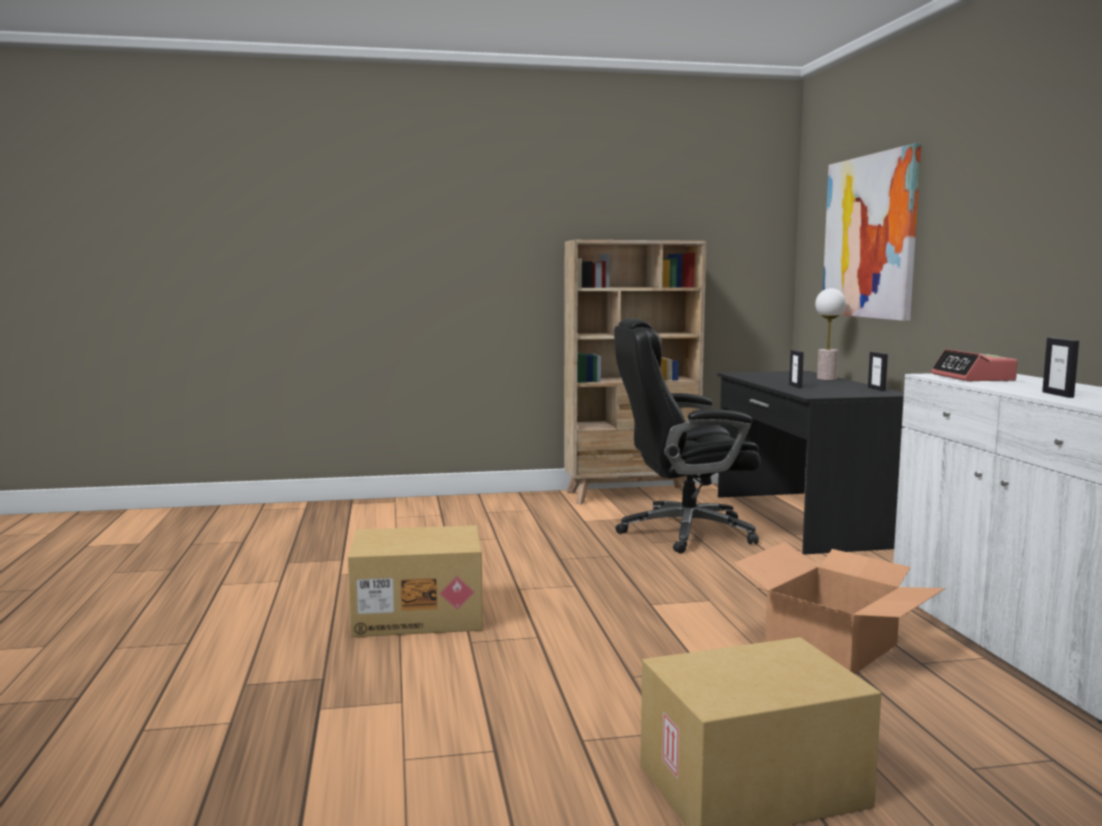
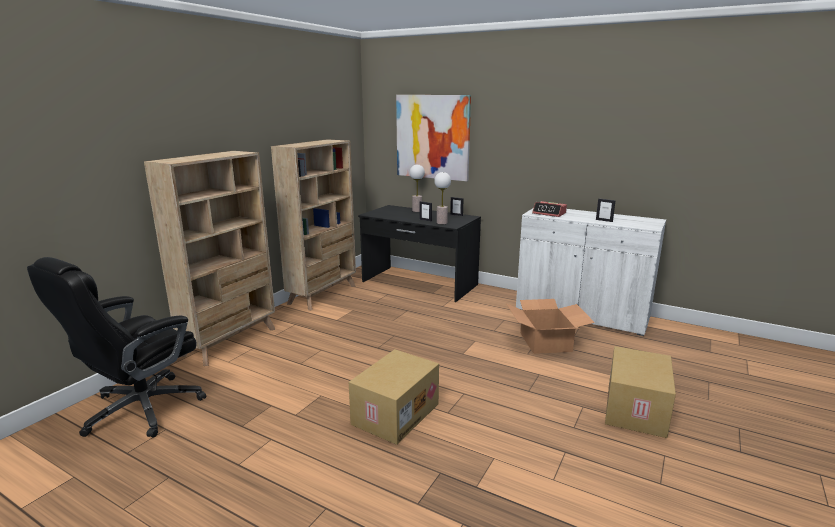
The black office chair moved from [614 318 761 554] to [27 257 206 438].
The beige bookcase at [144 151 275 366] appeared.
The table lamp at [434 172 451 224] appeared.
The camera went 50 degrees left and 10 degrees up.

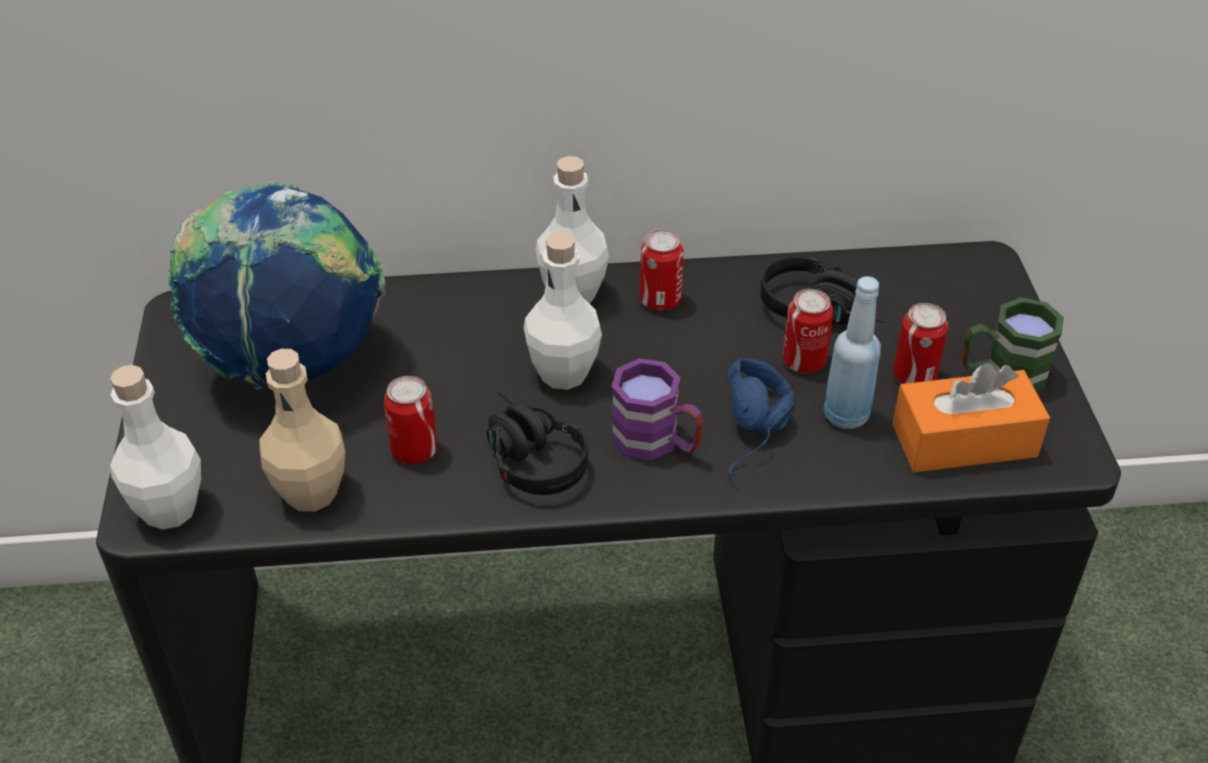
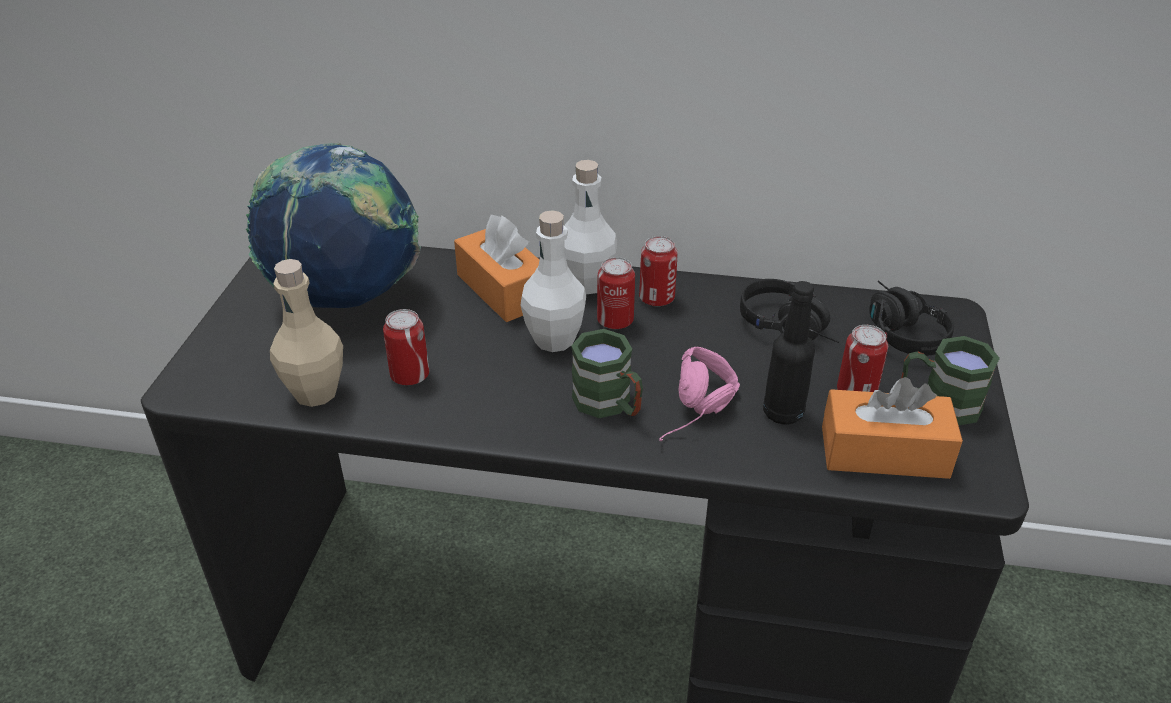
The white bottle at [110 365 201 530] disappeared.
The black headphones moved from [487 391 588 495] to [869 280 954 356].
The purple mug at [611 358 704 461] became the green mug at [571 329 643 418].
The blue headphones at [728 358 794 476] became the pink headphones at [659 347 740 441].
The can moved from [783 289 833 373] to [597 257 635 329].
The blue bottle at [824 276 881 429] became the black bottle at [763 281 815 425].
The orange tissue box at [454 215 539 322] appeared.
The camera went 15 degrees right and 5 degrees down.

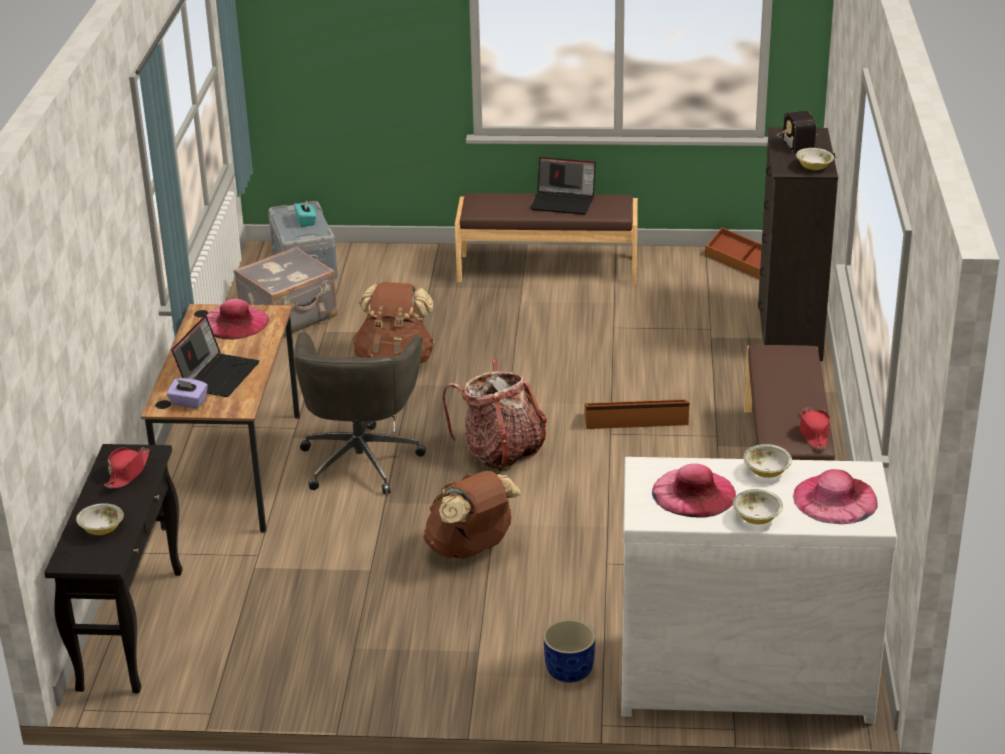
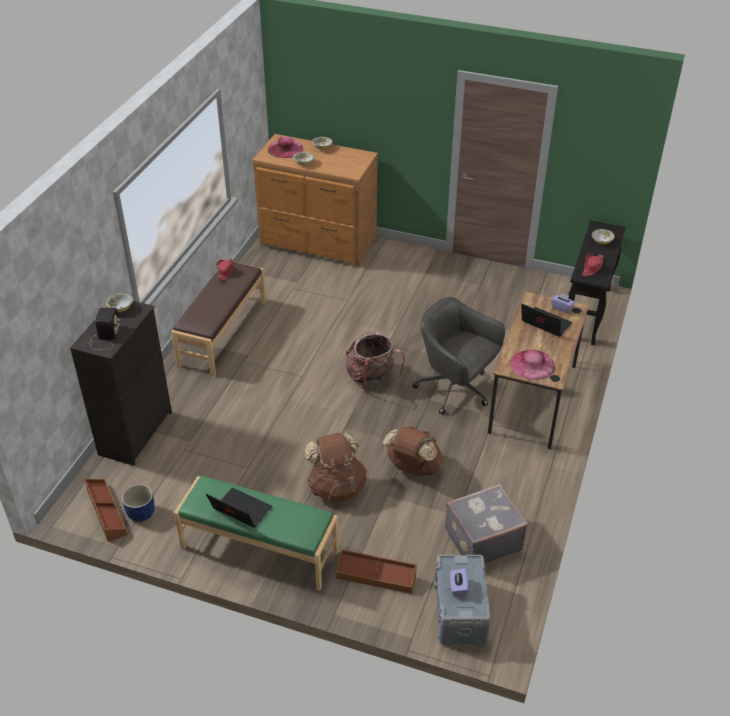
The laptop at [171 315 259 397] turned 90 degrees clockwise.
The grey office chair at [293 332 426 494] turned 75 degrees counterclockwise.
The turquoise tissue box at [294 200 316 227] became the purple tissue box at [450 568 468 596].
The brown backpack moved from [424 471 522 559] to [305 432 367 503].
The brown bench at [455 193 638 285] became the green bench at [174 476 339 591].
The blue planter moved from [543 620 595 683] to [122 484 155 522].
The brown storage box moved from [584 399 689 429] to [336 549 417 594].
The white dresser at [621 457 897 724] became the brown dresser at [253 134 378 267].
The pink hat at [652 463 736 518] disappeared.
The camera went 165 degrees left and 10 degrees up.

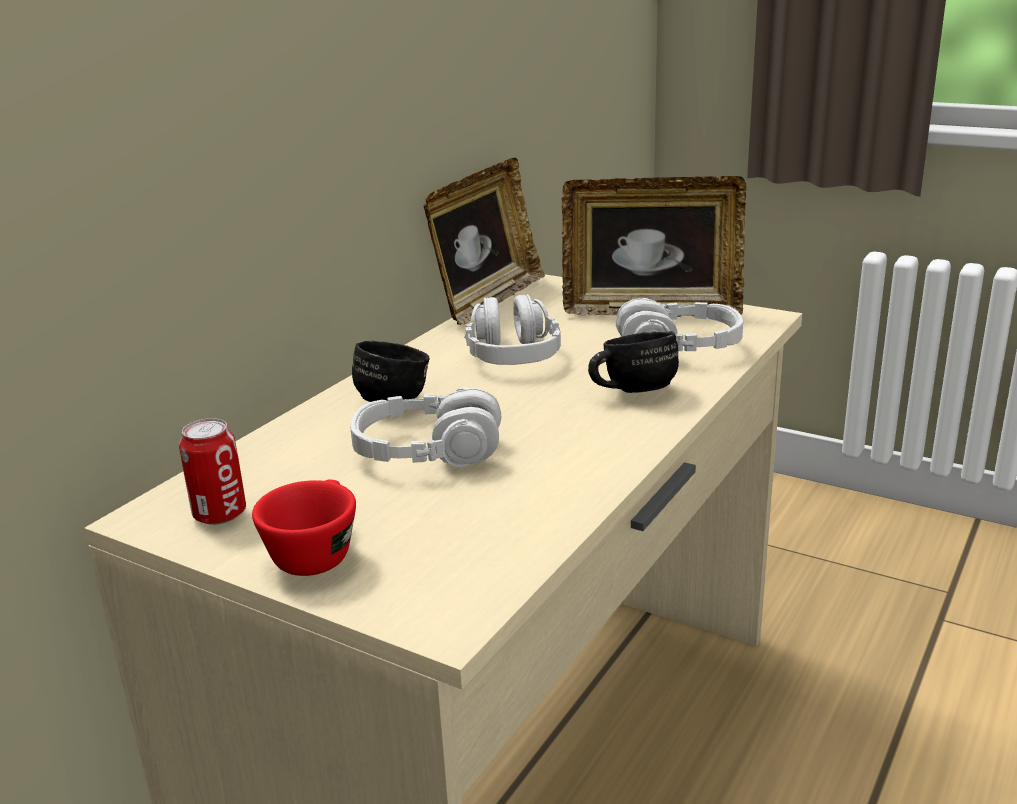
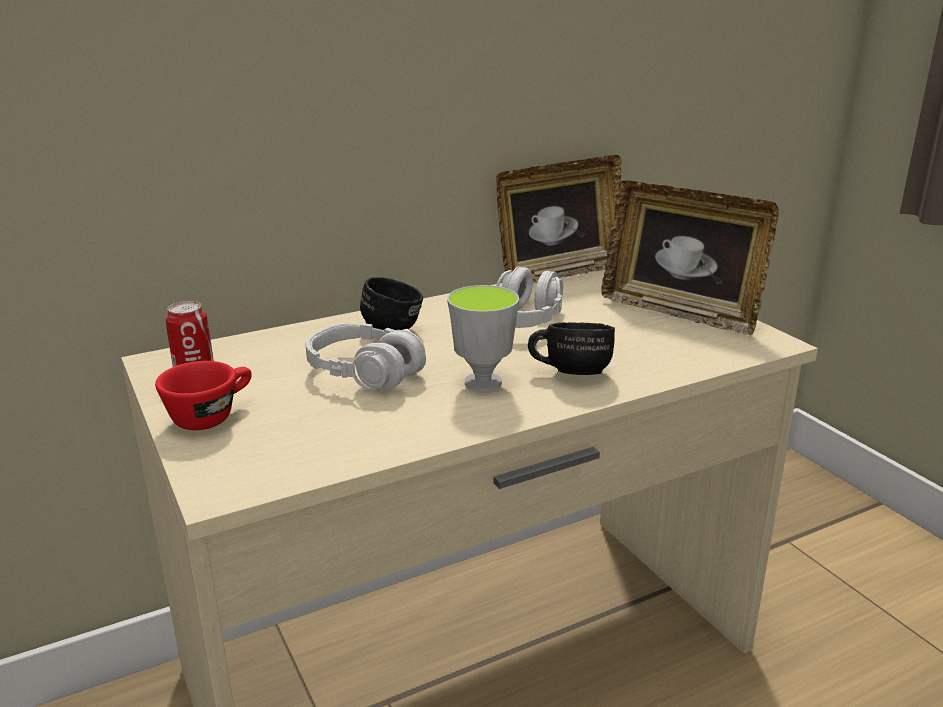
The grey headphones at [616 298 743 351] disappeared.
The cup at [447 285 519 392] appeared.
The camera went 30 degrees right and 0 degrees up.

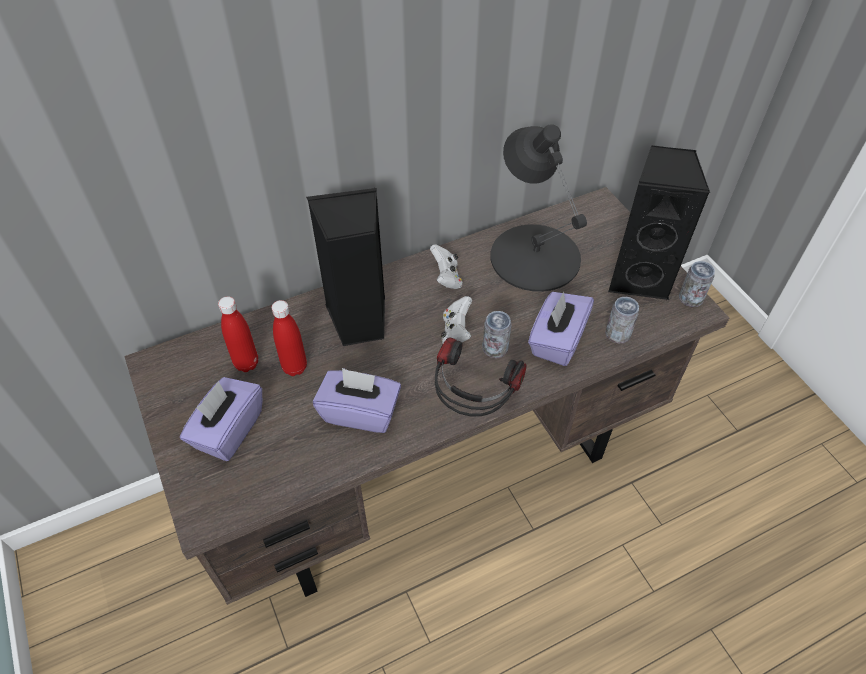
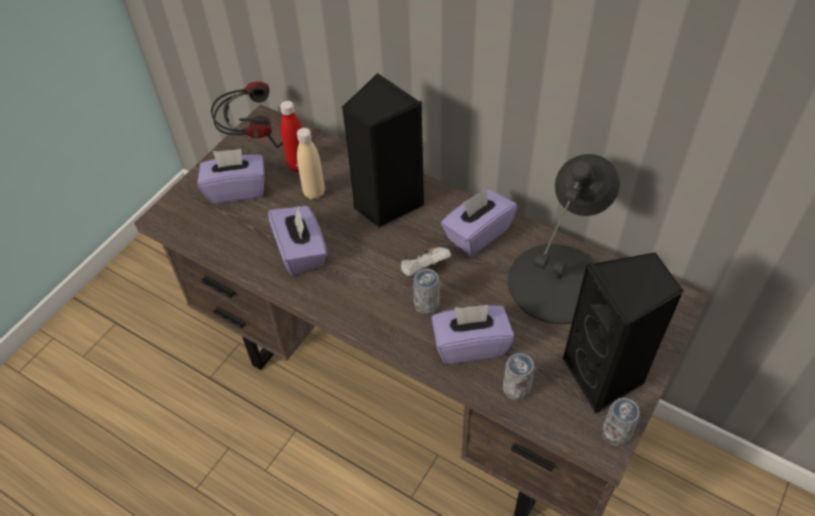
The red bottle at [271 300 307 376] became the beige bottle at [297 128 325 200].
The white game controller at [430 244 463 289] was replaced by the purple tissue box at [441 189 517 256].
The headphones moved from [435 337 526 416] to [211 82 283 148].
The camera went 60 degrees right and 0 degrees up.

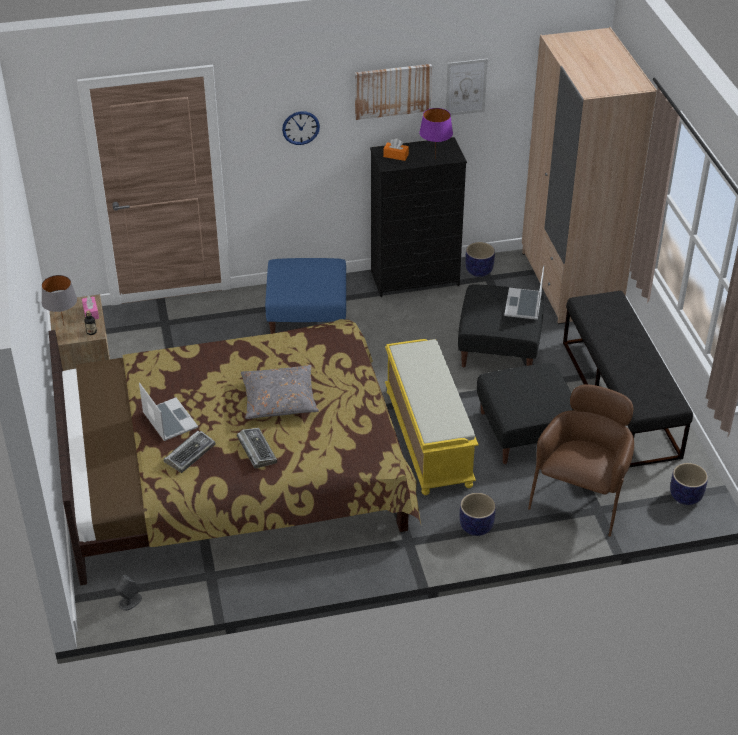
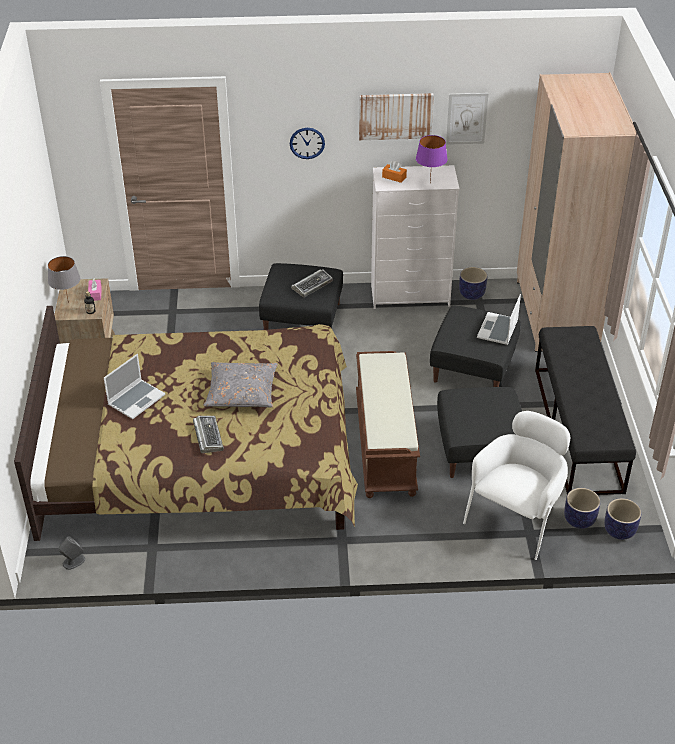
The laptop at [139 383 198 441] turned 60 degrees clockwise.
The keyboard moved from [164 431 215 473] to [291 269 333 297].
The blue ottoman at [265 258 346 334] became the black ottoman at [259 263 343 330].
The black dresser at [370 137 467 297] became the white dresser at [371 165 459 309].
The yellow bench at [385 339 479 495] became the brown bench at [356 351 420 498].
The planter moved from [460 493 496 536] to [564 488 600 529].
The brown armchair at [528 384 634 536] became the white armchair at [463 411 570 560].
The camera went 10 degrees right and 0 degrees up.

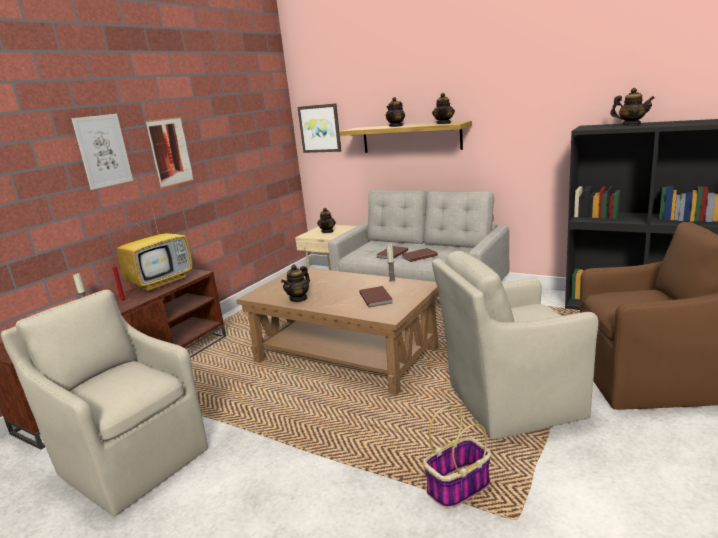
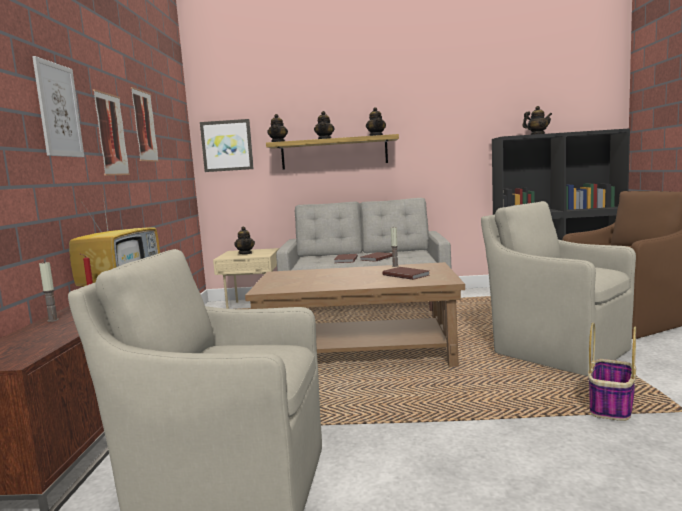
The teapot moved from [281 264 310 302] to [267 114 288 142].
The beige armchair at [432 251 599 439] turned 90 degrees clockwise.
The picture at [131 87 159 162] appeared.
The camera went 30 degrees left and 10 degrees down.

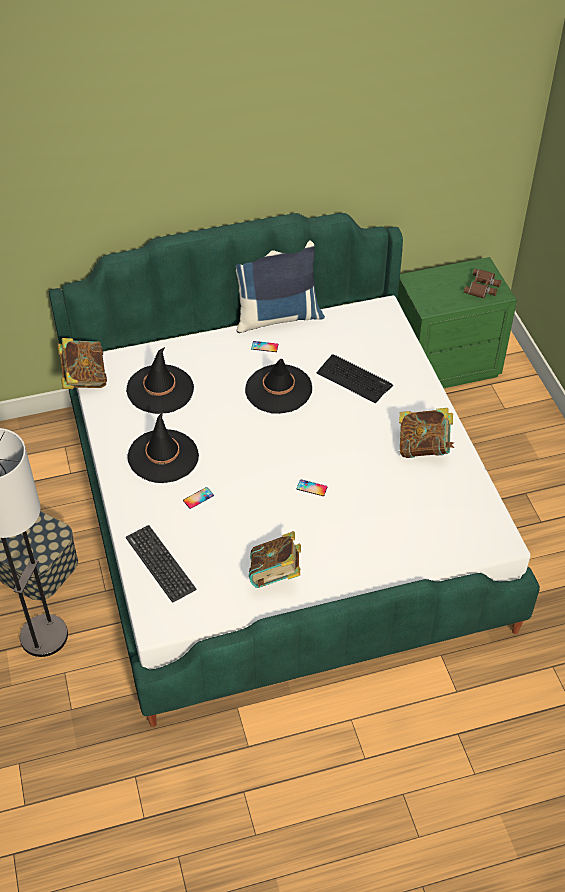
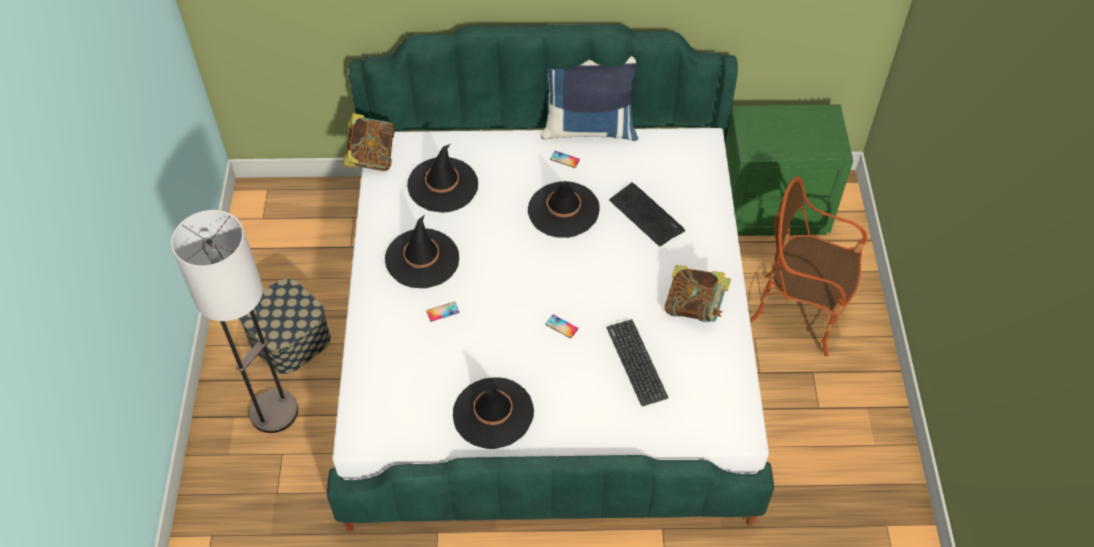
The keyboard moved from [126 525 196 603] to [606 319 668 406].
The book at [249 531 301 588] was replaced by the black hat at [453 377 534 449].
The brown binoculars at [464 269 501 299] disappeared.
The armchair at [750 176 867 357] appeared.
The camera went 15 degrees right and 5 degrees up.

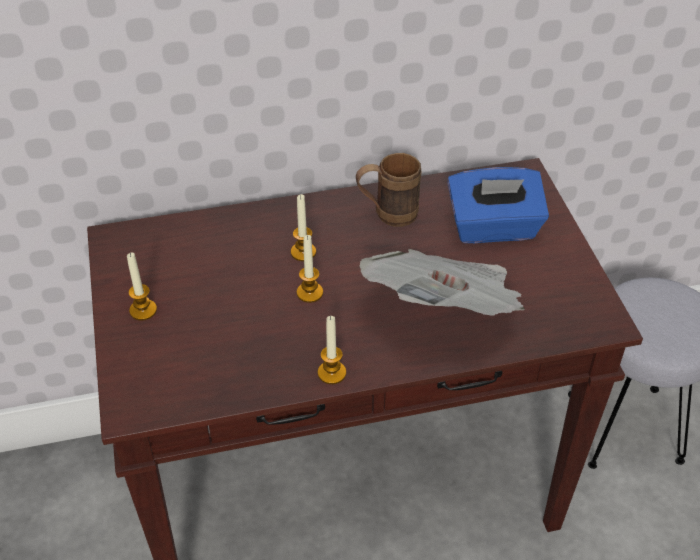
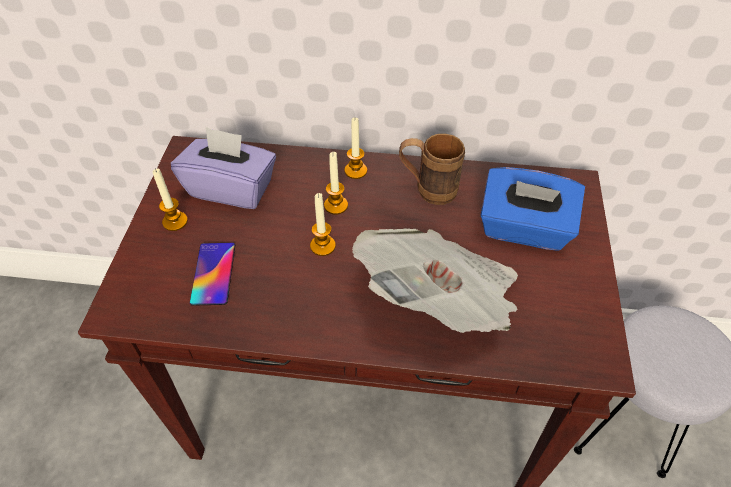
The candle moved from [318 316 346 384] to [344 118 367 179].
The purple tissue box at [171 127 276 209] appeared.
The phone at [190 243 235 306] appeared.
The camera went 20 degrees right and 5 degrees up.

